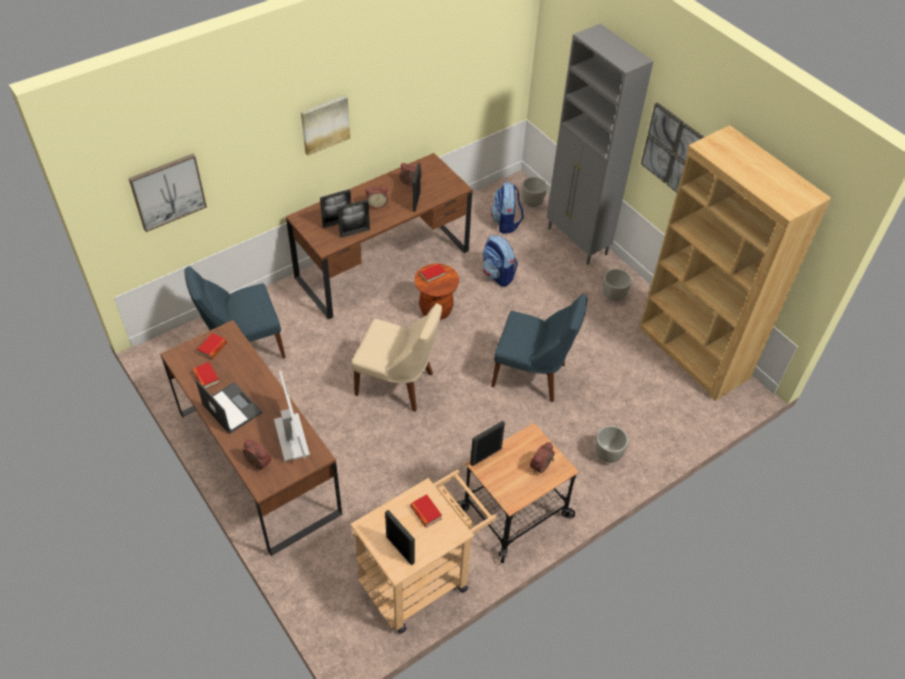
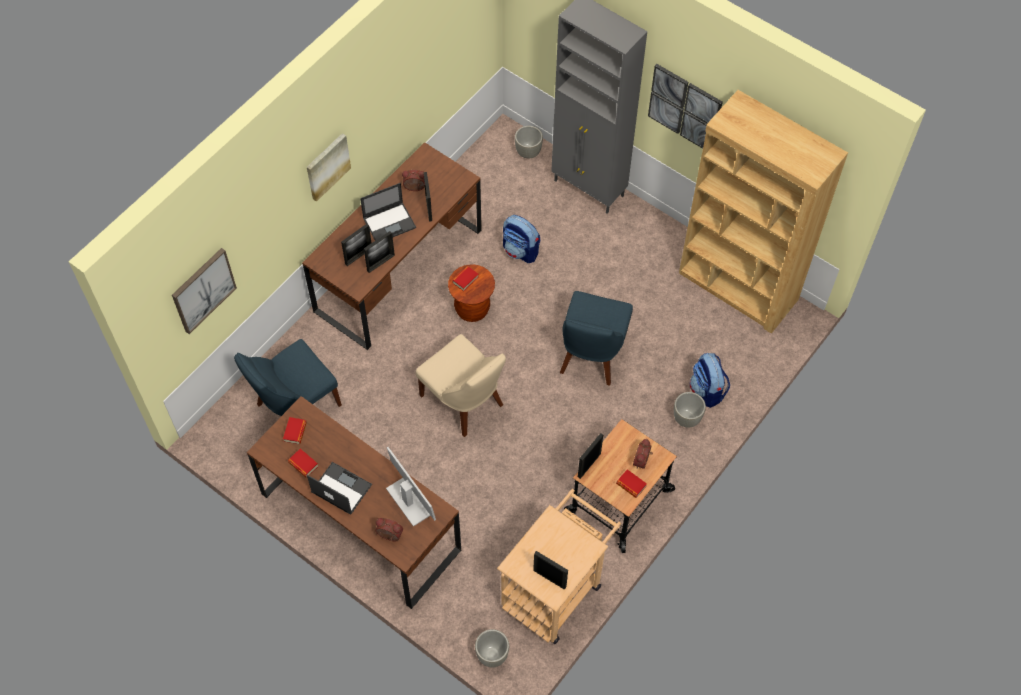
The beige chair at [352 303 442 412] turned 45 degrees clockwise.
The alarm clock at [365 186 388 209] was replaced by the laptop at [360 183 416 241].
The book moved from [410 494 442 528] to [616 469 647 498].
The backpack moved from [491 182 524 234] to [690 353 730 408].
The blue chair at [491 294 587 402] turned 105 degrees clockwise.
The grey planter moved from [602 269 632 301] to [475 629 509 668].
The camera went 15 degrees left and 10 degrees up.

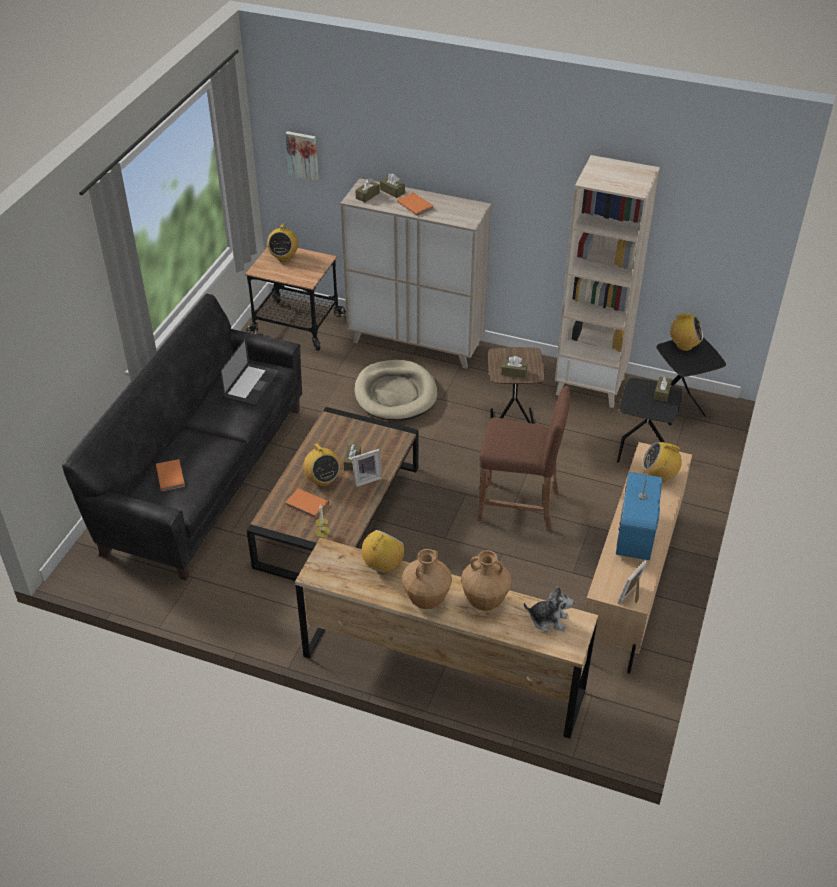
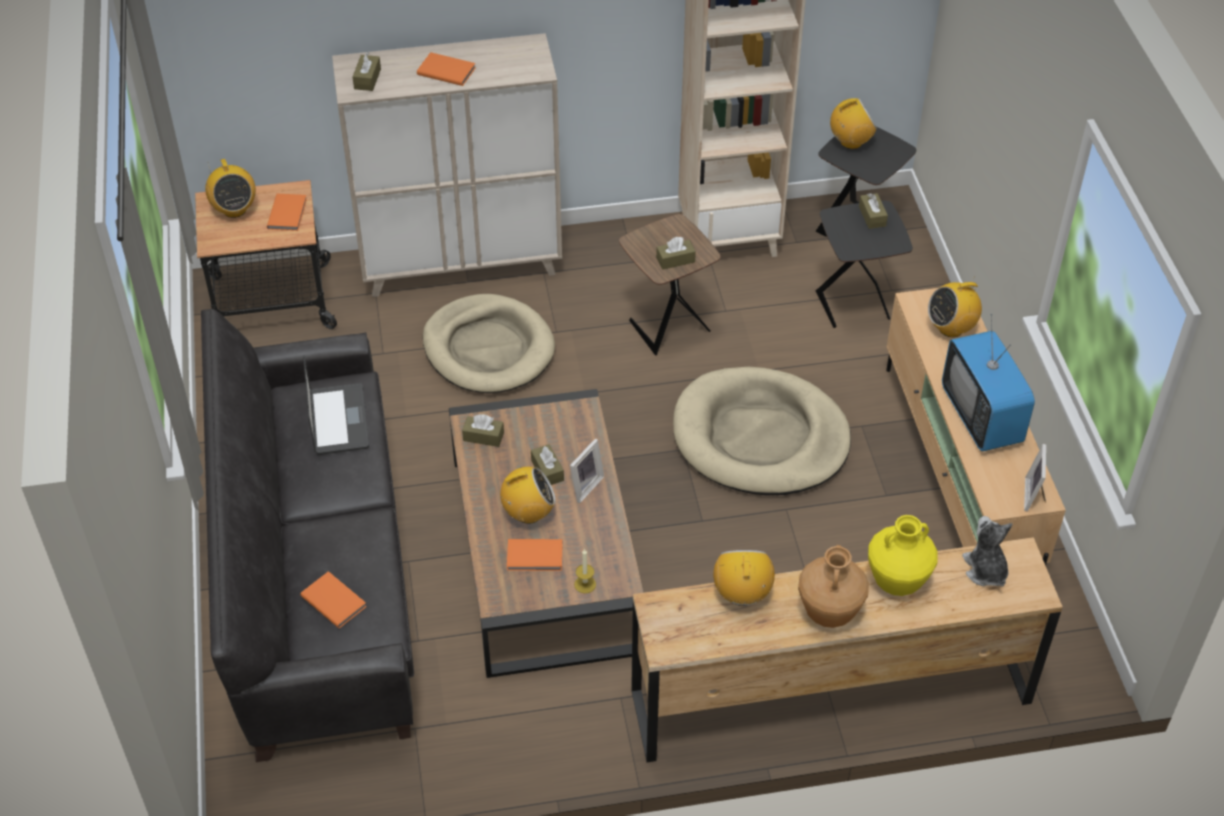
The picture at [285 131 319 181] disappeared.
The radio at [303 444 341 487] turned 45 degrees counterclockwise.
The brown tissue box moved from [380 173 405 198] to [462 414 504 447].
The brown vase at [461 550 511 611] became the yellow vase at [868 515 938 596].
The brown stool at [478 386 570 532] was replaced by the beige dog bed at [673 367 851 495].
The plush toy at [524 586 574 632] turned 90 degrees counterclockwise.
The orange book at [267 194 307 231] appeared.
The camera went 30 degrees left and 5 degrees up.

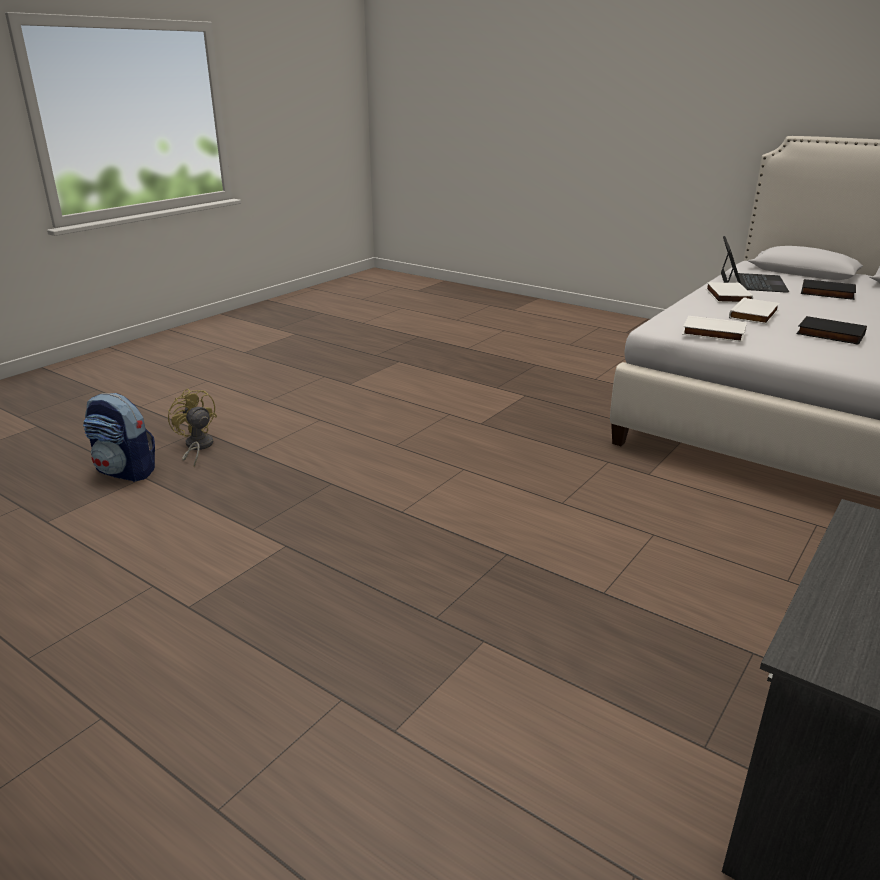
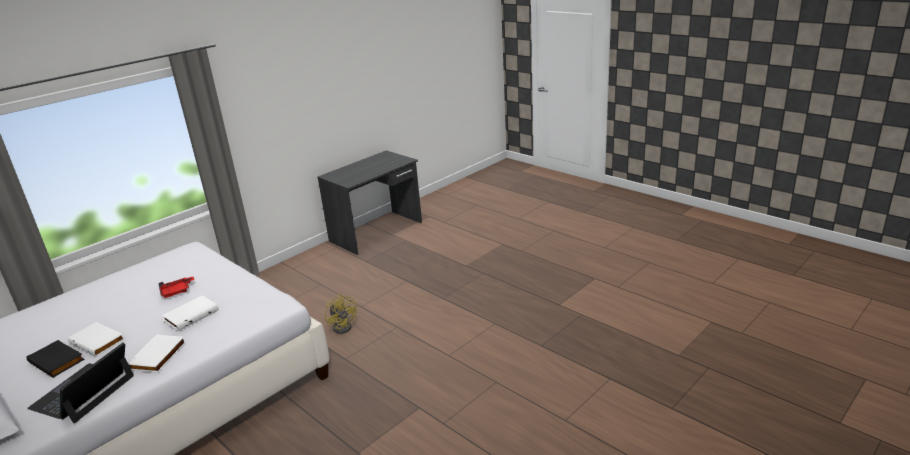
The backpack at [83 393 155 482] disappeared.
The yellow fan moved from [168 388 217 467] to [325 294 358 334].
The white book moved from [682 316 747 342] to [68 322 125 357].
The black book at [796 316 867 345] was replaced by the red tray at [158 277 194 298].
The camera went 170 degrees left and 0 degrees up.

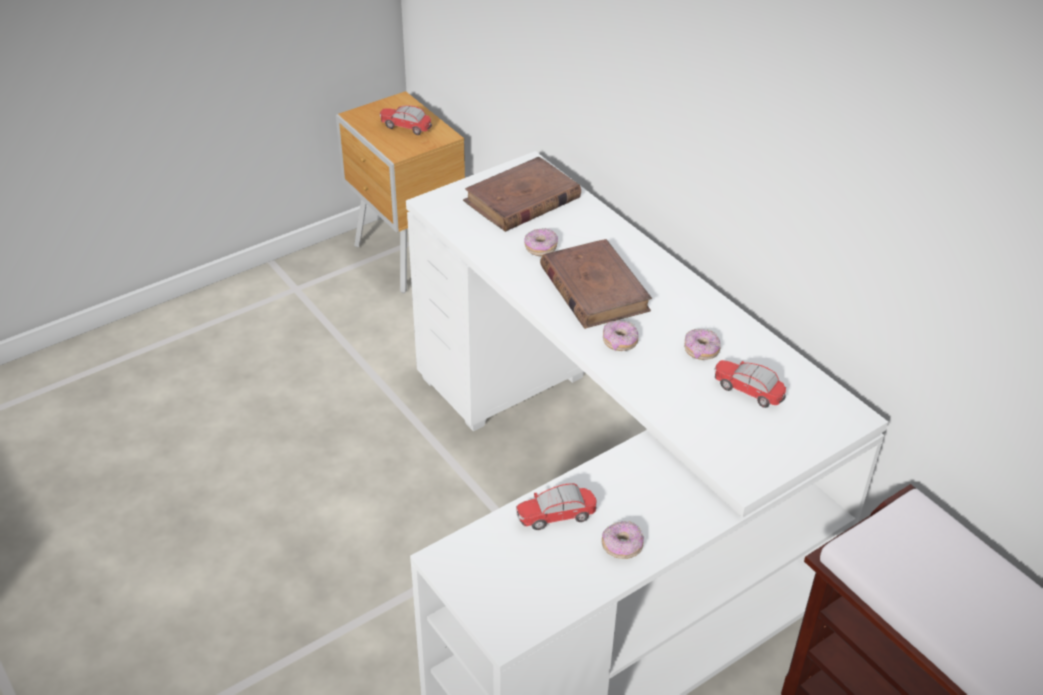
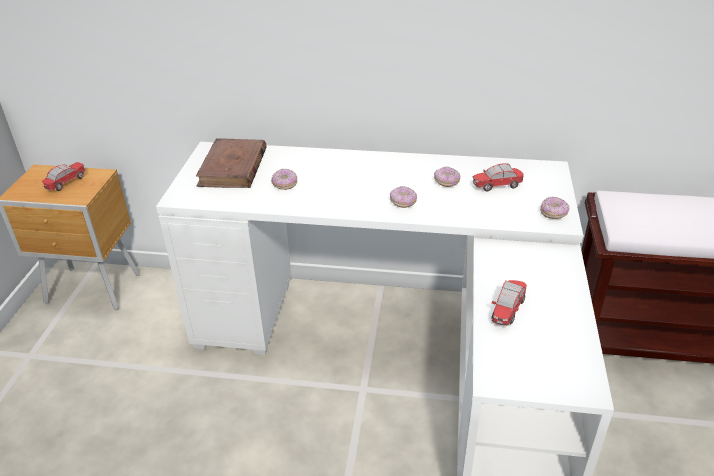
The toy car at [380 106 432 135] turned 150 degrees clockwise.
The brown book at [540 239 652 329] disappeared.
The donut moved from [602 521 644 559] to [540 197 570 219].
The camera went 45 degrees left and 5 degrees down.

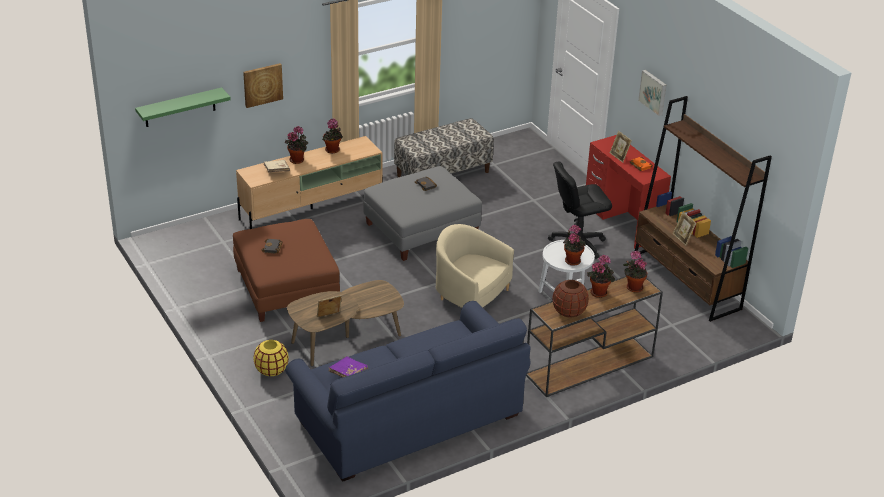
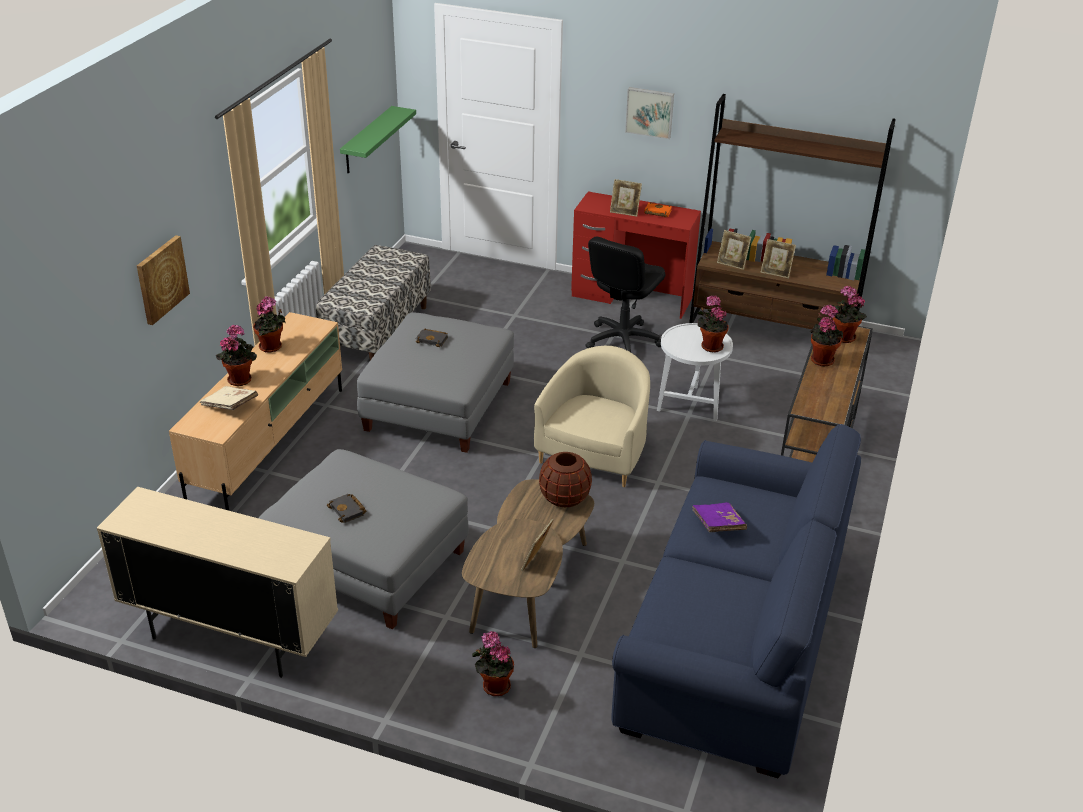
The green shelf moved from [135 87 231 127] to [340 106 416 173].
The brown ottoman at [233 219 340 322] became the grey ottoman at [259 449 469 630].
The yellow vase at [253 340 289 376] was replaced by the potted plant at [472 631 514 696].
The purple book moved from [328 356 368 377] to [692 502 747 533].
The beige armchair at [436 224 514 308] turned 120 degrees clockwise.
The brown vase moved from [552 280 589 317] to [539 452 592 507].
The beige cabinet at [97 487 338 678] appeared.
The picture frame at [717 230 752 270] appeared.
The camera went 40 degrees left and 0 degrees up.

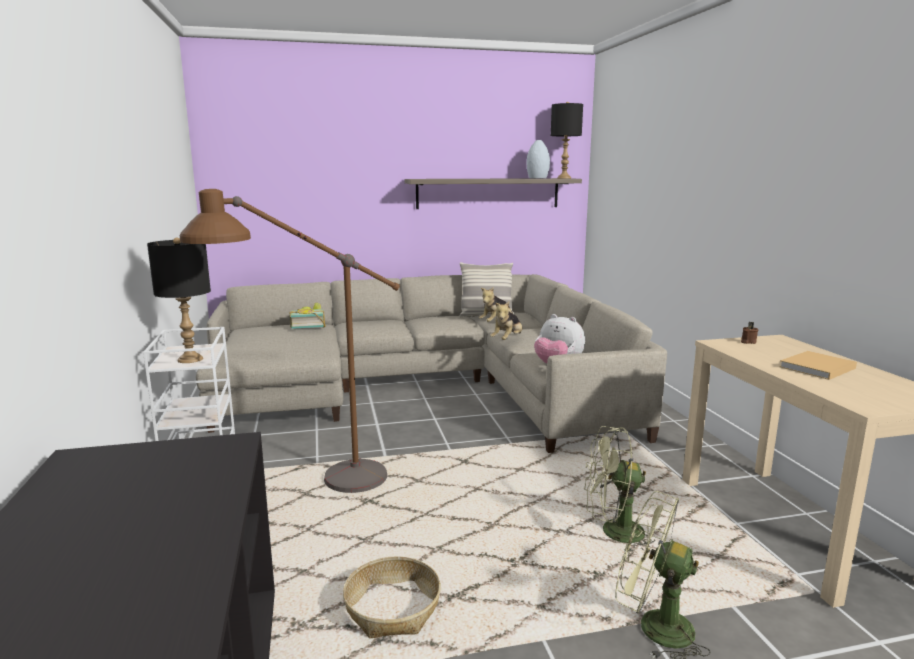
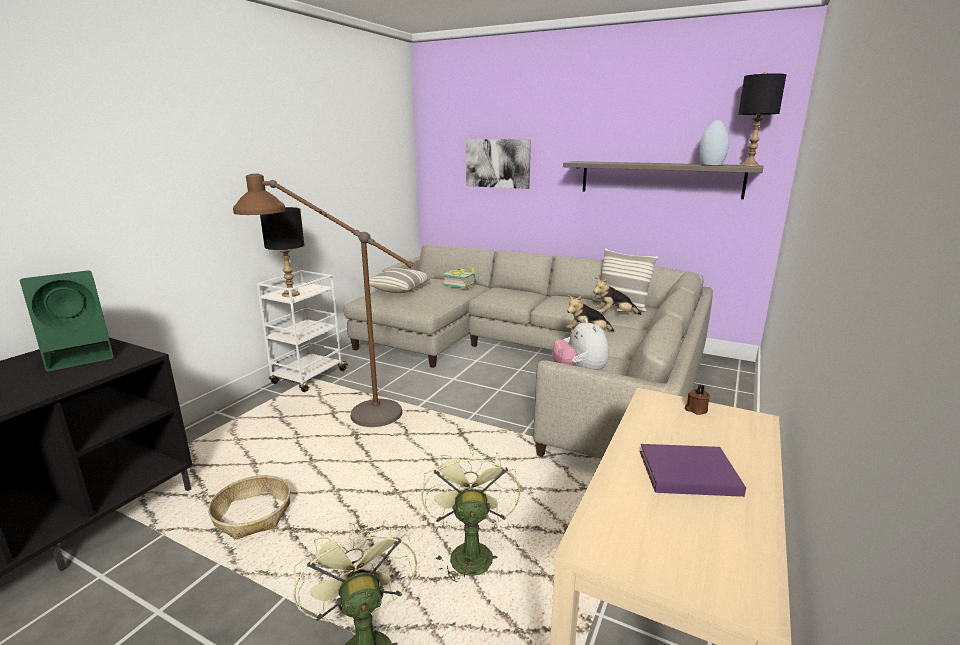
The green fan at [584 426 655 553] turned 45 degrees clockwise.
The beige book at [779 351 857 380] became the purple book at [640 444 746 497].
The green speaker at [20 270 114 372] appeared.
The pillow at [363 268 434 293] appeared.
The picture at [466 139 531 189] appeared.
The camera went 40 degrees right and 5 degrees up.

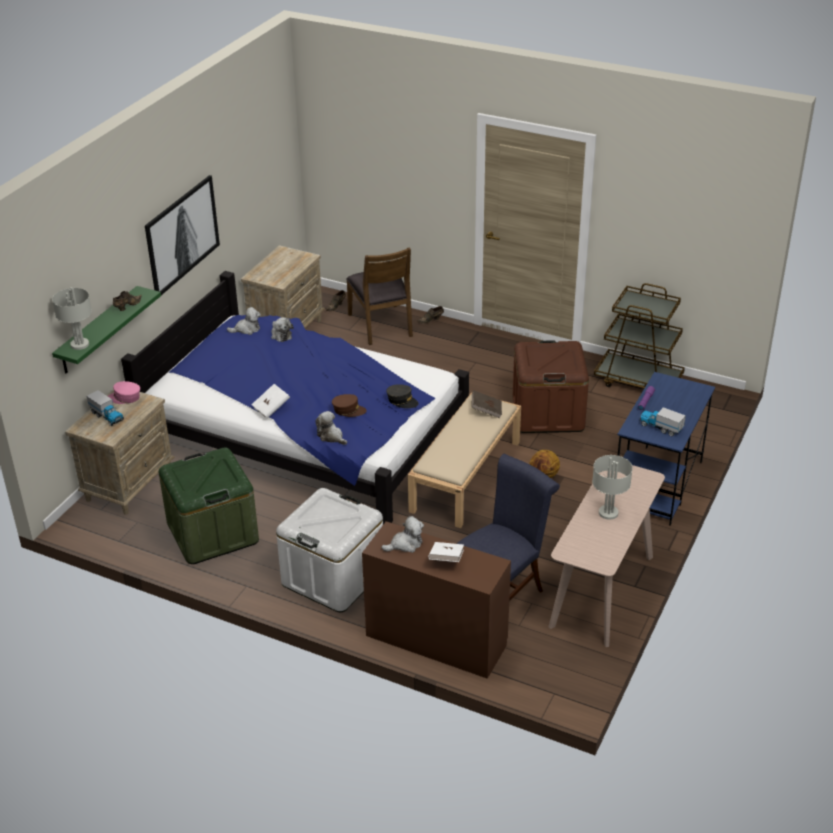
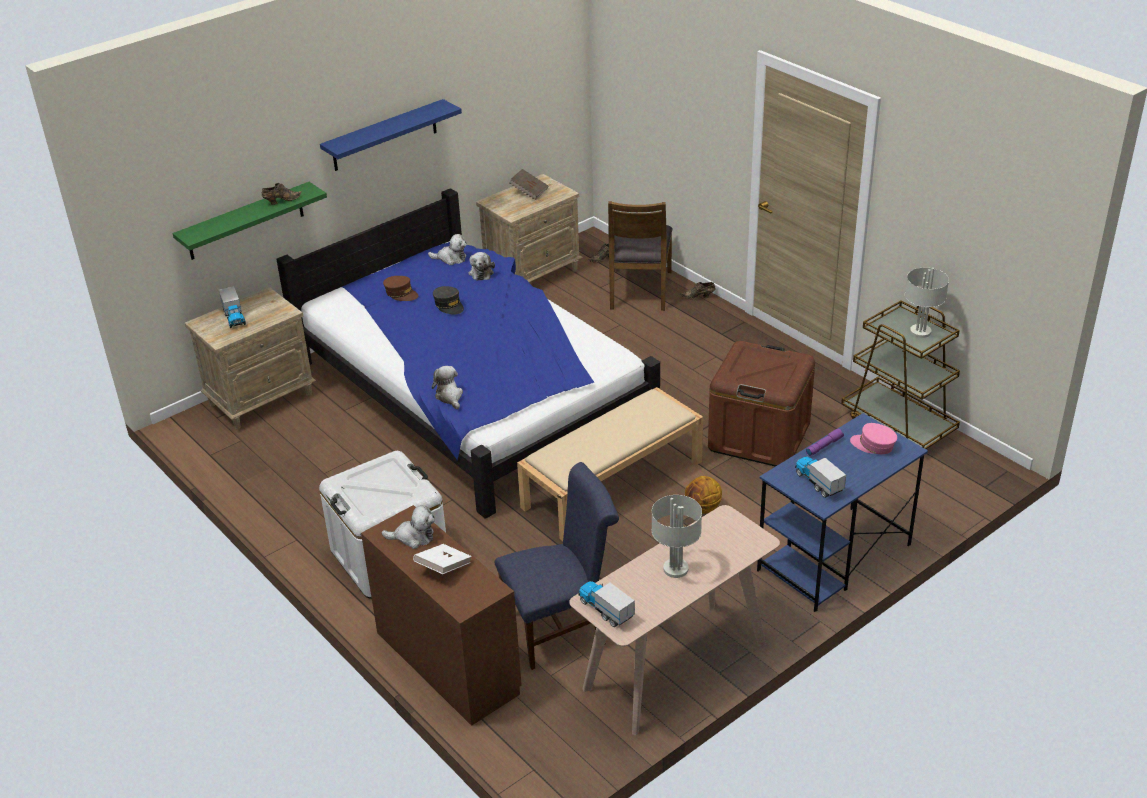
The grey table lamp moved from [52 287 92 350] to [905 268 949 338].
The pink cap moved from [108 381 140 404] to [850 423 897 454].
The picture at [145 175 220 295] was replaced by the blue shelf at [320 99 462 171].
The green storage box at [159 447 259 564] disappeared.
The white book at [251 384 290 419] disappeared.
The brown cap moved from [332 394 367 417] to [383 276 418 301].
The grey cap moved from [386 384 419 408] to [433 286 464 315].
The brown book moved from [472 391 502 418] to [509 169 548 200].
The toy truck at [579 581 635 627] appeared.
The camera went 25 degrees right and 0 degrees up.

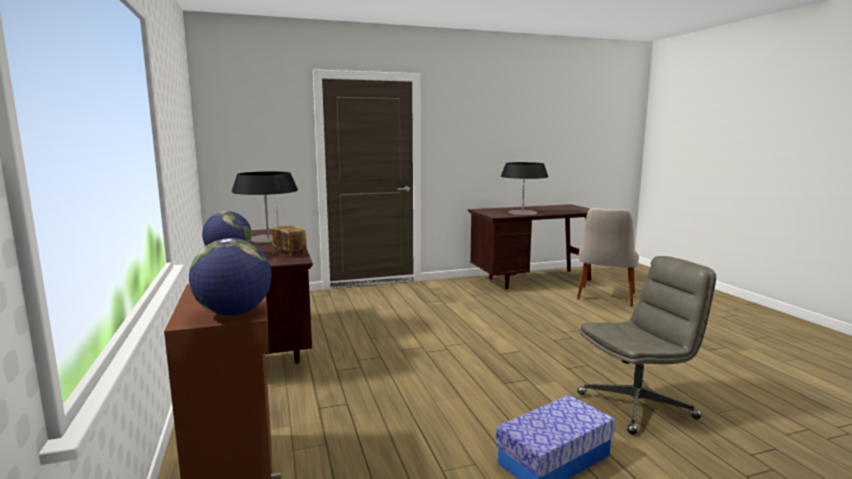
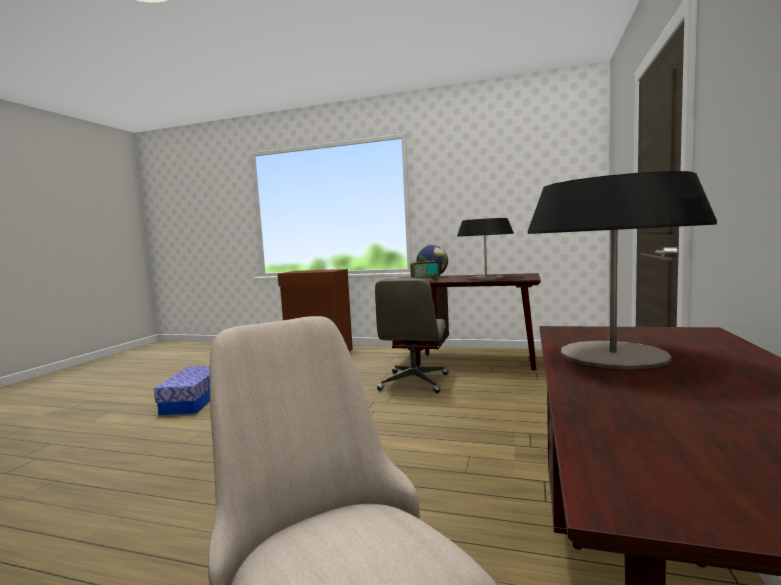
The globe at [189 238 272 316] disappeared.
The grey office chair moved from [577 256 716 434] to [375 278 449 393].
The camera went 125 degrees right and 5 degrees down.

